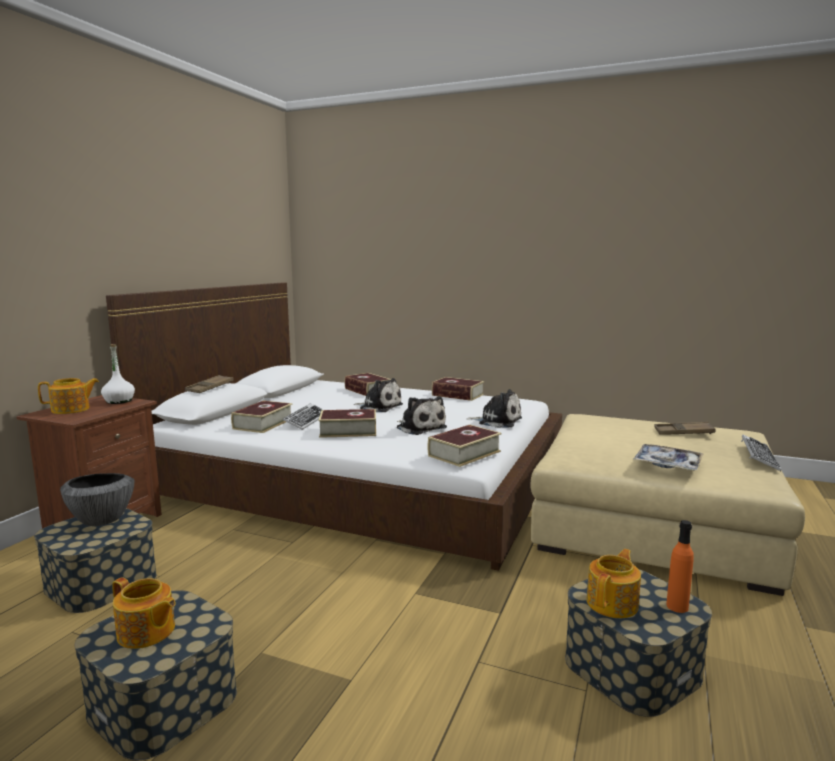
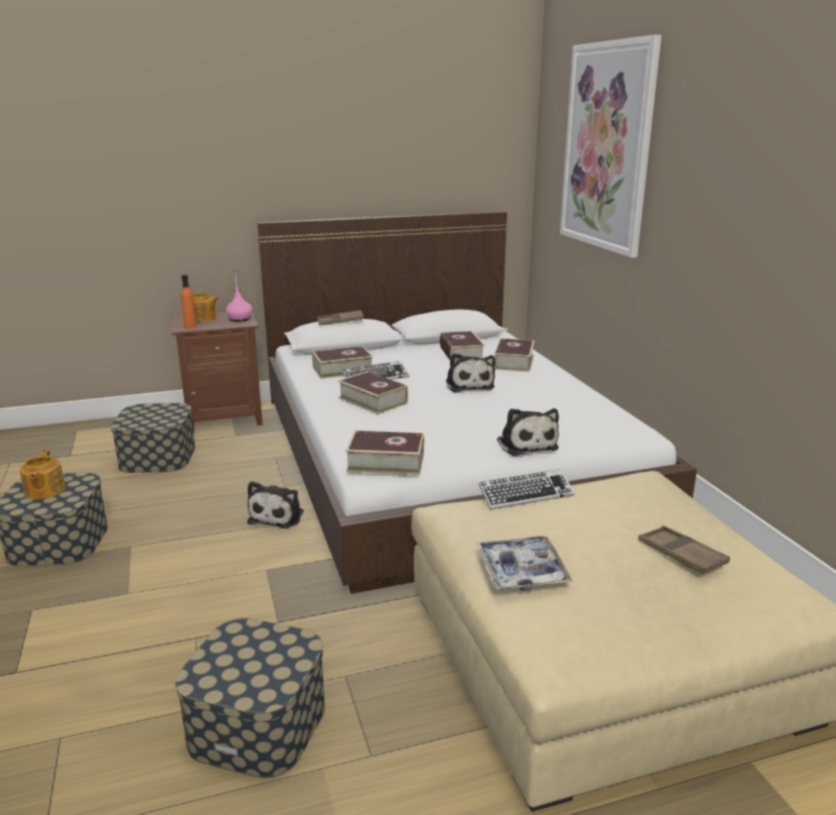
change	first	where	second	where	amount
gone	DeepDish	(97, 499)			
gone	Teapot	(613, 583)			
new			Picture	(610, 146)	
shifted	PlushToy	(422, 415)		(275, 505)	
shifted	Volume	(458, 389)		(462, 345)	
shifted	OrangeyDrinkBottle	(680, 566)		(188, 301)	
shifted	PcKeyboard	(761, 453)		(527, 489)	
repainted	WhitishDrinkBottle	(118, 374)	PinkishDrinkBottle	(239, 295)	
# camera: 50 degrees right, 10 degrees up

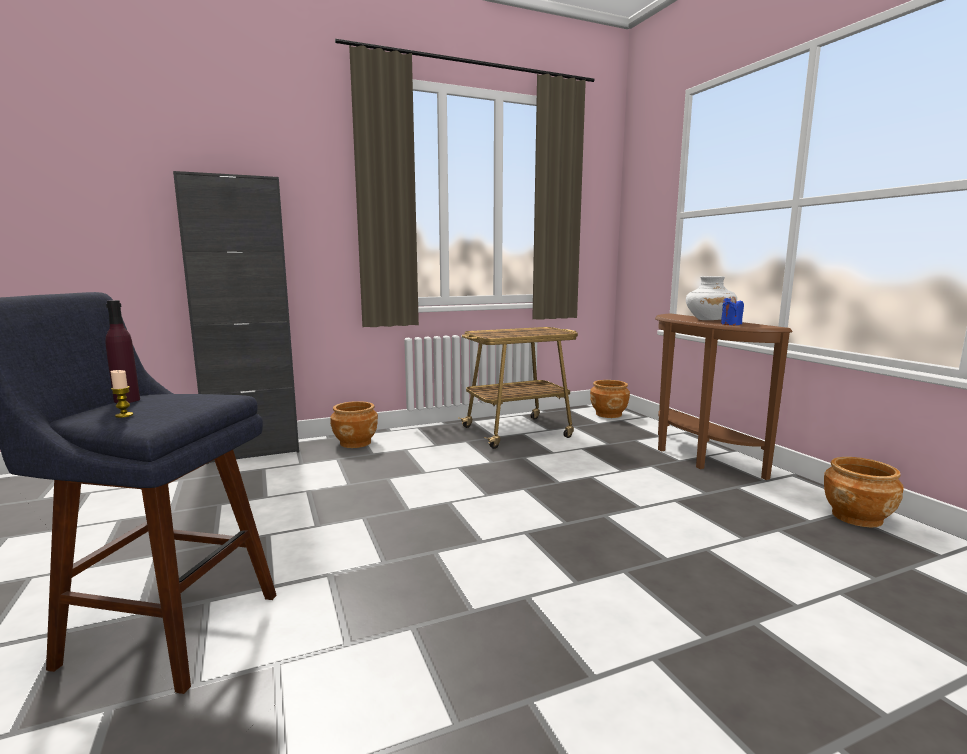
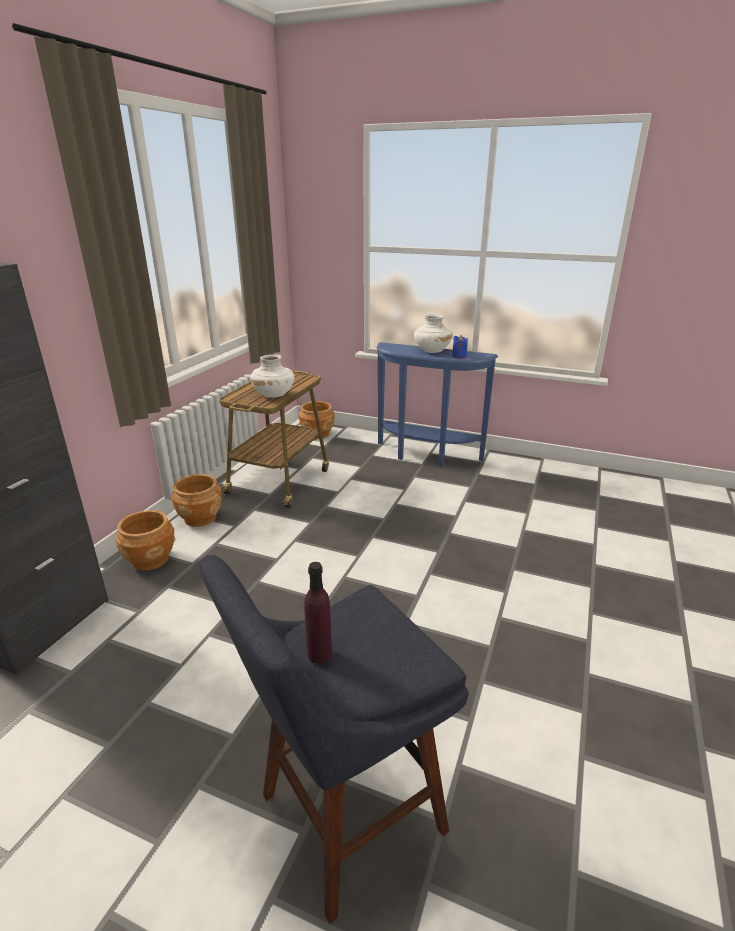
change	first	where	second	where	amount
gone	WaxLight	(122, 394)			
new			WhitishFlowerVase	(272, 376)	
shifted	BrownColouredPlantPot	(864, 492)		(196, 500)	
repainted	BrownColouredHallTable	(724, 396)	BluishHallTable	(437, 404)	
# camera: 45 degrees left, 15 degrees up

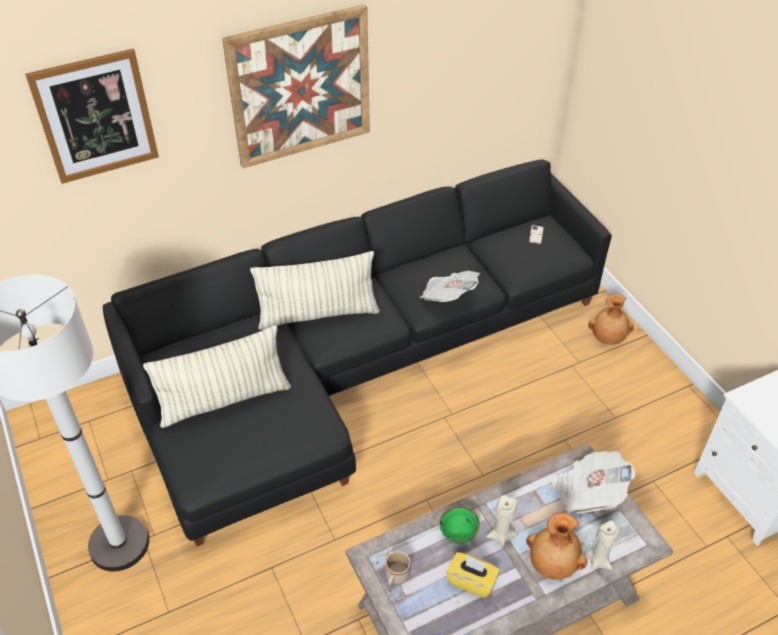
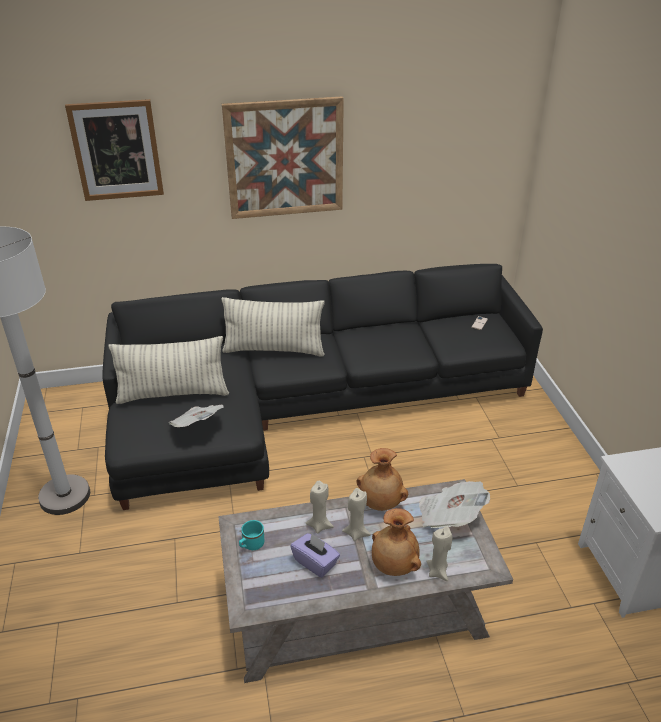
change	first	where	second	where	amount
shifted	DailyPaper	(450, 286)		(197, 415)	
shifted	BrownColouredFlowerVase	(611, 319)		(382, 479)	
swapped	GreenColouredDeepDish	(460, 525)	BeigeColouredWaxLight	(320, 507)	
repainted	BeigeColouredCoffeeMug	(398, 568)	BlueGreenCoffeeMug	(251, 535)	
repainted	YellowTissueHolder	(473, 575)	PurpleColouredTissueHolder	(315, 555)	
# camera: 15 degrees right, 10 degrees down

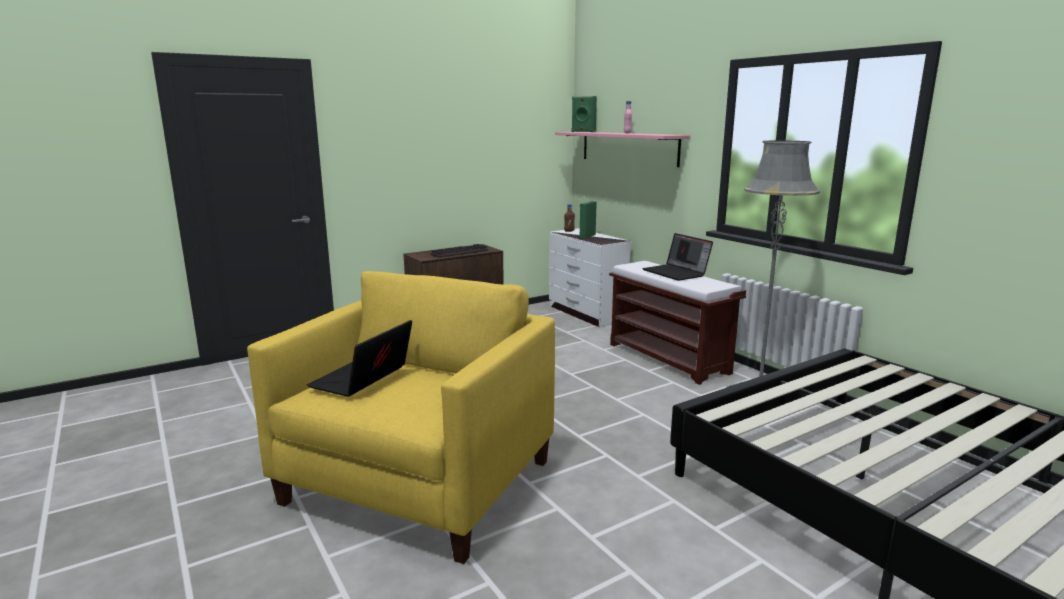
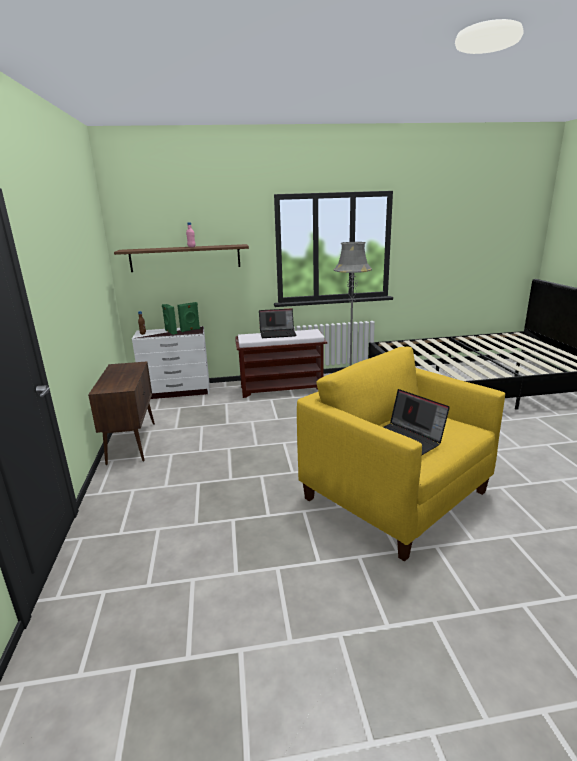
change	first	where	second	where	amount
gone	PcKeyboard	(459, 251)			
shifted	GreenColouredSpeaker	(584, 114)		(188, 317)	
repainted	PinkishWallShelf	(622, 149)	BrownColouredWallShelf	(181, 258)	
# camera: 65 degrees left, 5 degrees up

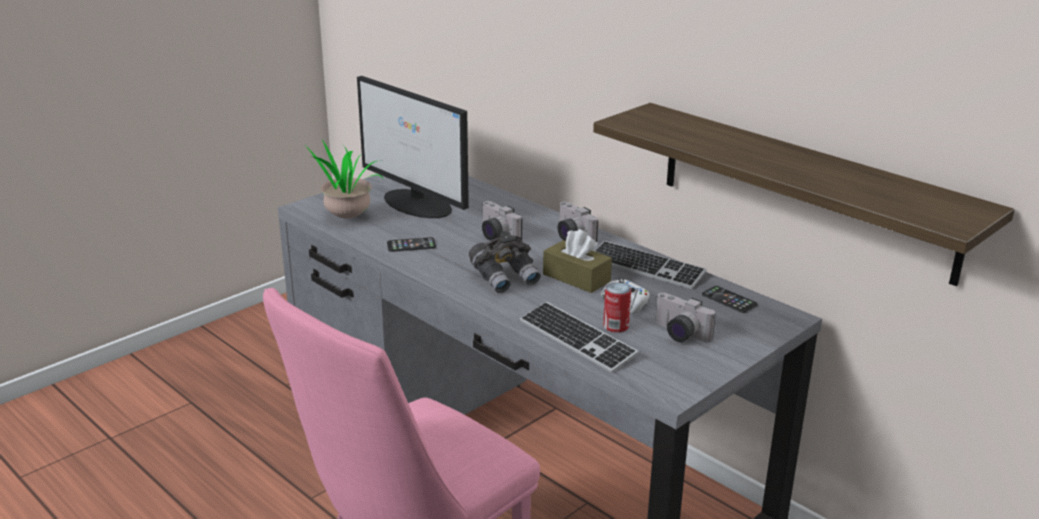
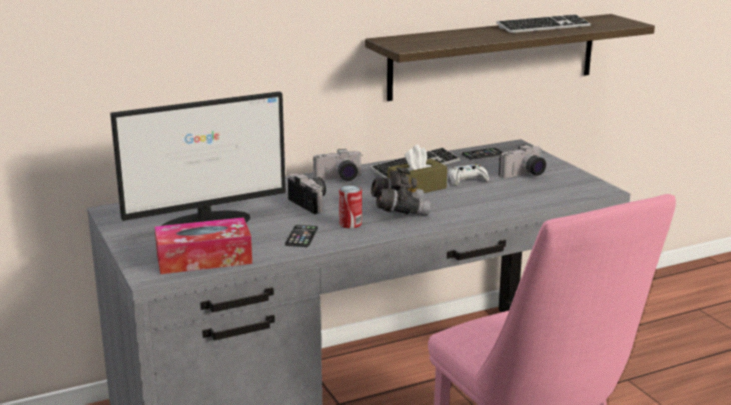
change	first	where	second	where	amount
shifted	PcKeyboard	(579, 337)		(543, 24)	
shifted	Can	(617, 307)		(350, 206)	
swapped	Houseplant	(338, 179)	TissueHolder	(203, 245)	
rotated	PhotoCamera	(502, 220)		(307, 194)	105 degrees counterclockwise
# camera: 70 degrees left, 5 degrees down

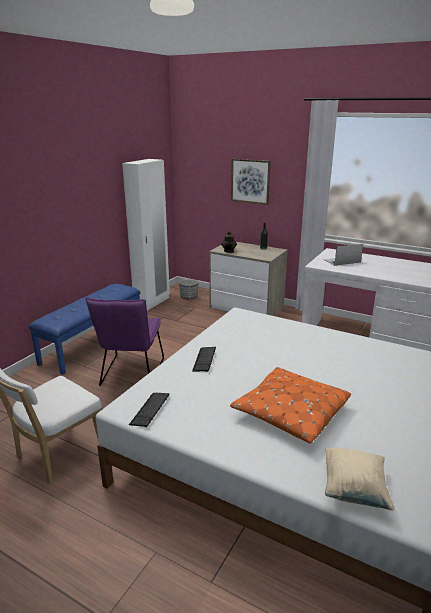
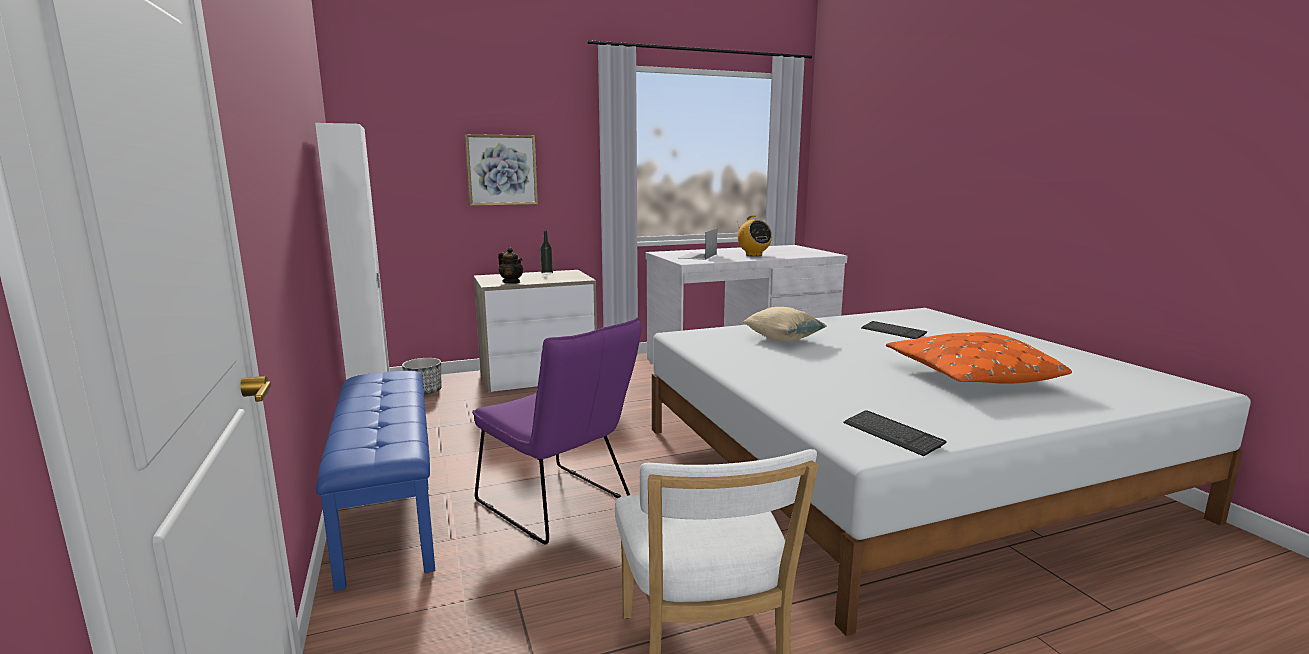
change	first	where	second	where	amount
new			Radio	(754, 236)	
shifted	PcKeyboard	(204, 359)		(894, 330)	
shifted	BeigeColouredCushion	(360, 479)		(785, 324)	
# camera: 50 degrees left, 10 degrees down

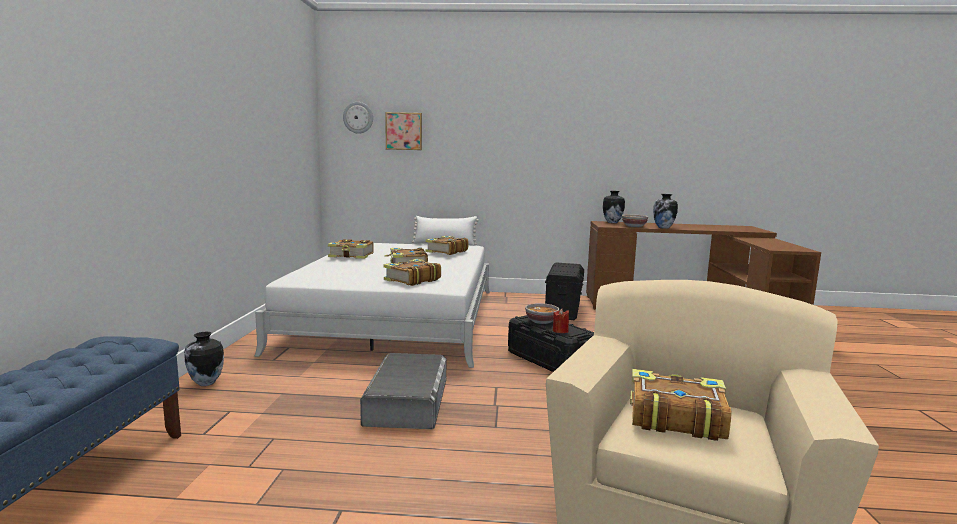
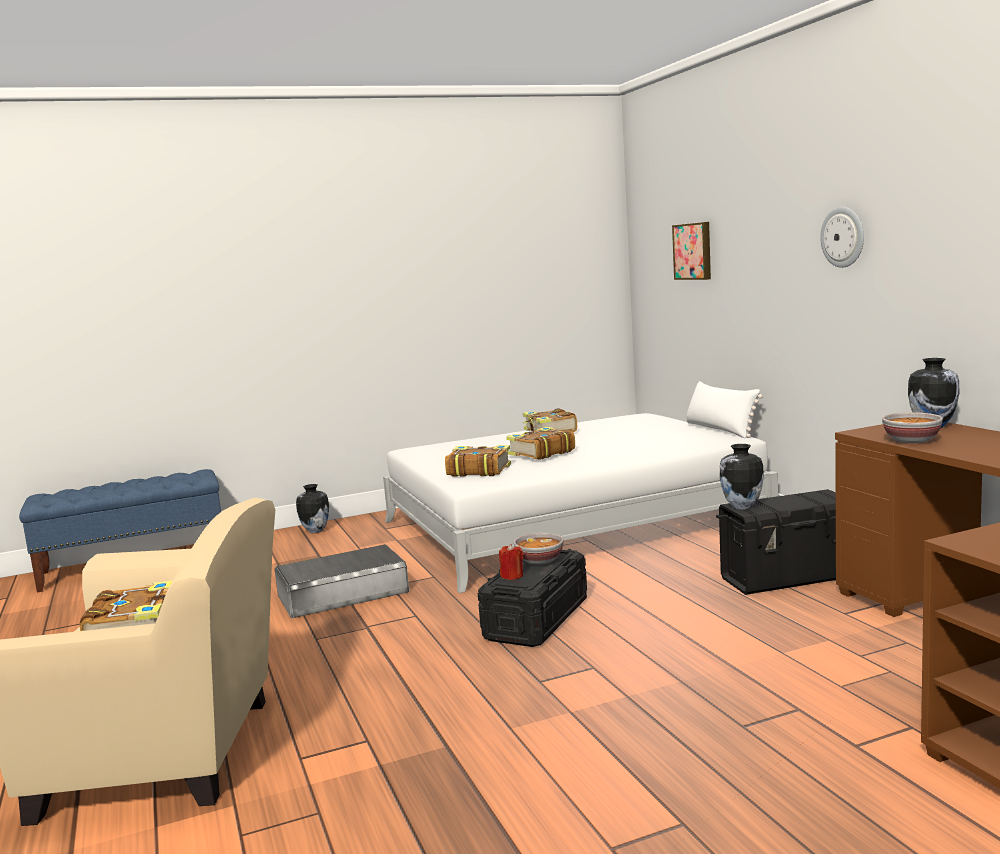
change	first	where	second	where	amount
gone	Volume	(447, 245)			
shifted	ClockOnTheWall	(358, 118)		(842, 237)	
shifted	FlowerVase	(665, 211)		(742, 477)	
# camera: 65 degrees right, 0 degrees up

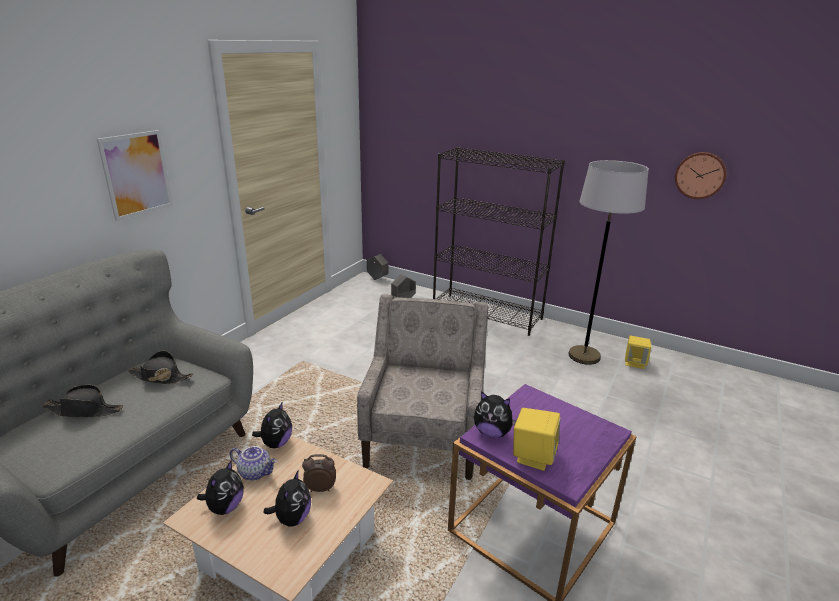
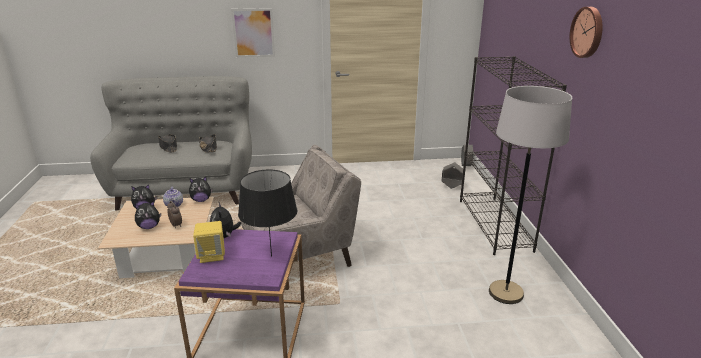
change	first	where	second	where	amount
gone	YellowSpeaker	(638, 352)			
new			BlackLampForATable	(267, 213)	
shifted	ClockOnTheWall	(701, 175)		(586, 32)	
# camera: 55 degrees right, 0 degrees up

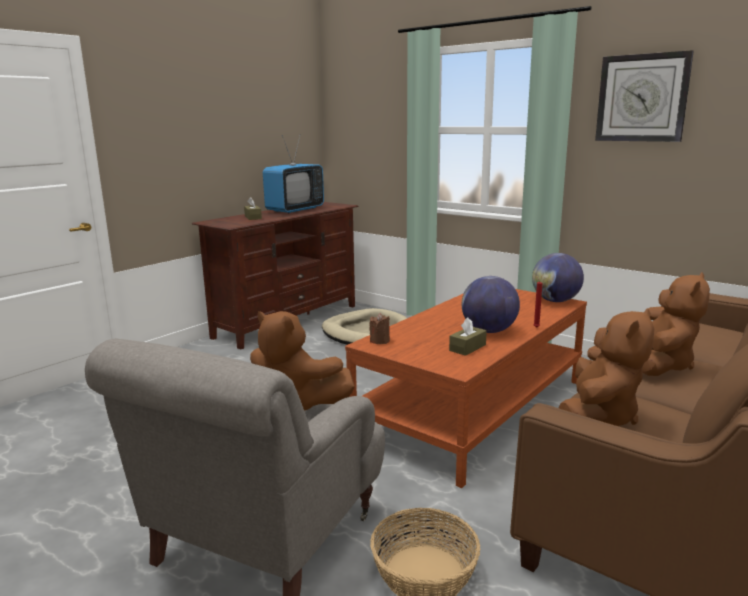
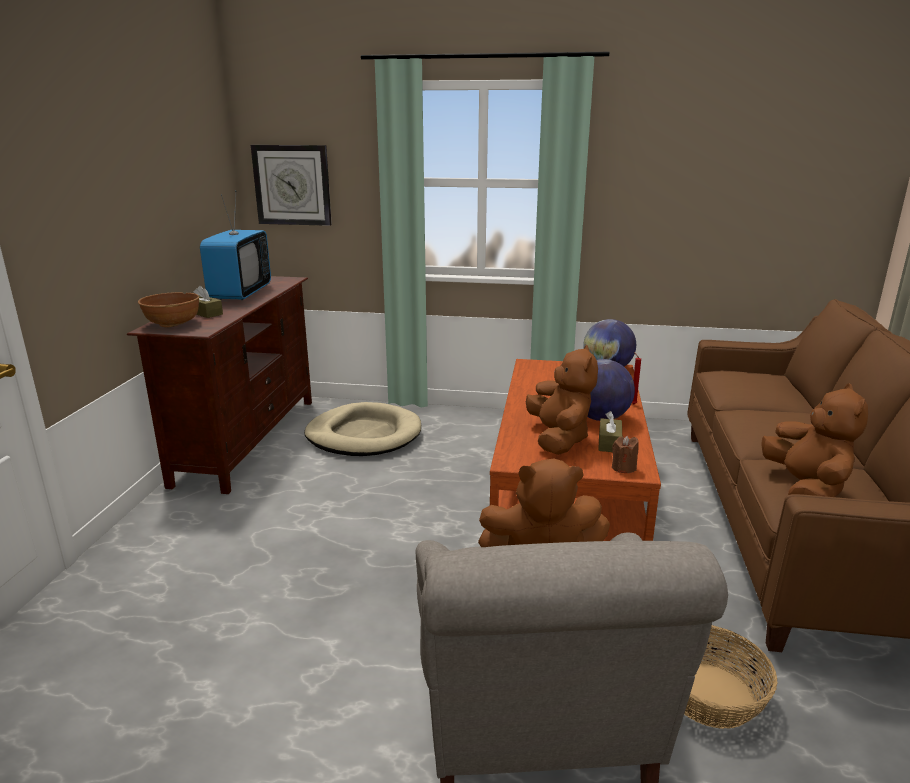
change	first	where	second	where	amount
new			BrownColouredDeepDish	(168, 309)	
shifted	BrownColouredWaxLight	(379, 328)		(625, 454)	
shifted	ClockOnTheWall	(644, 96)		(291, 185)	
shifted	BrownColouredPlushToy	(676, 324)		(562, 400)	
# camera: 30 degrees left, 5 degrees up

